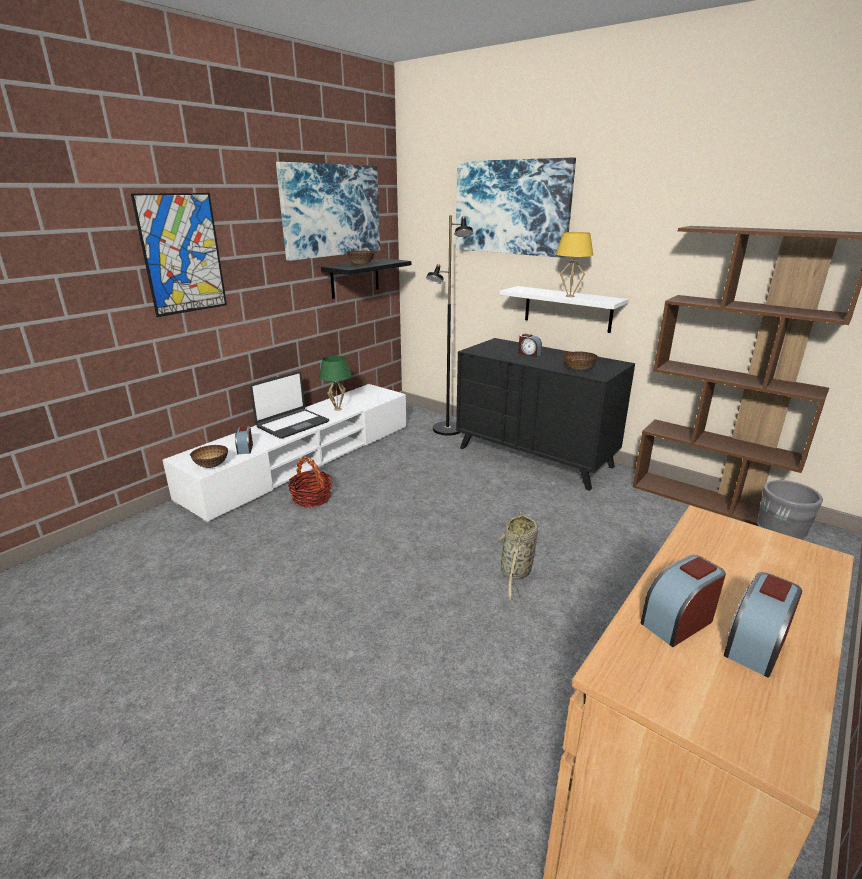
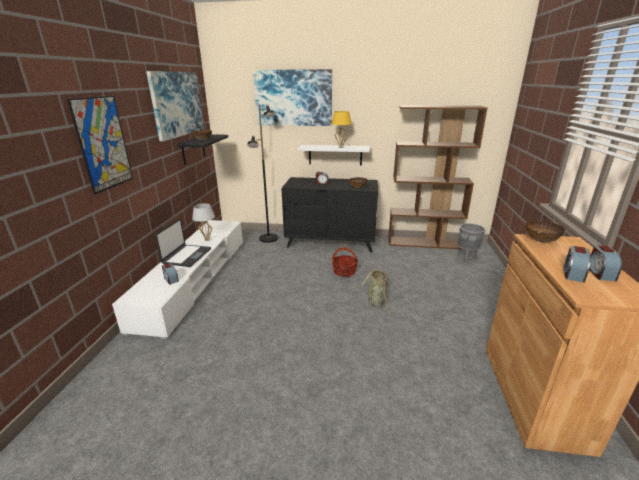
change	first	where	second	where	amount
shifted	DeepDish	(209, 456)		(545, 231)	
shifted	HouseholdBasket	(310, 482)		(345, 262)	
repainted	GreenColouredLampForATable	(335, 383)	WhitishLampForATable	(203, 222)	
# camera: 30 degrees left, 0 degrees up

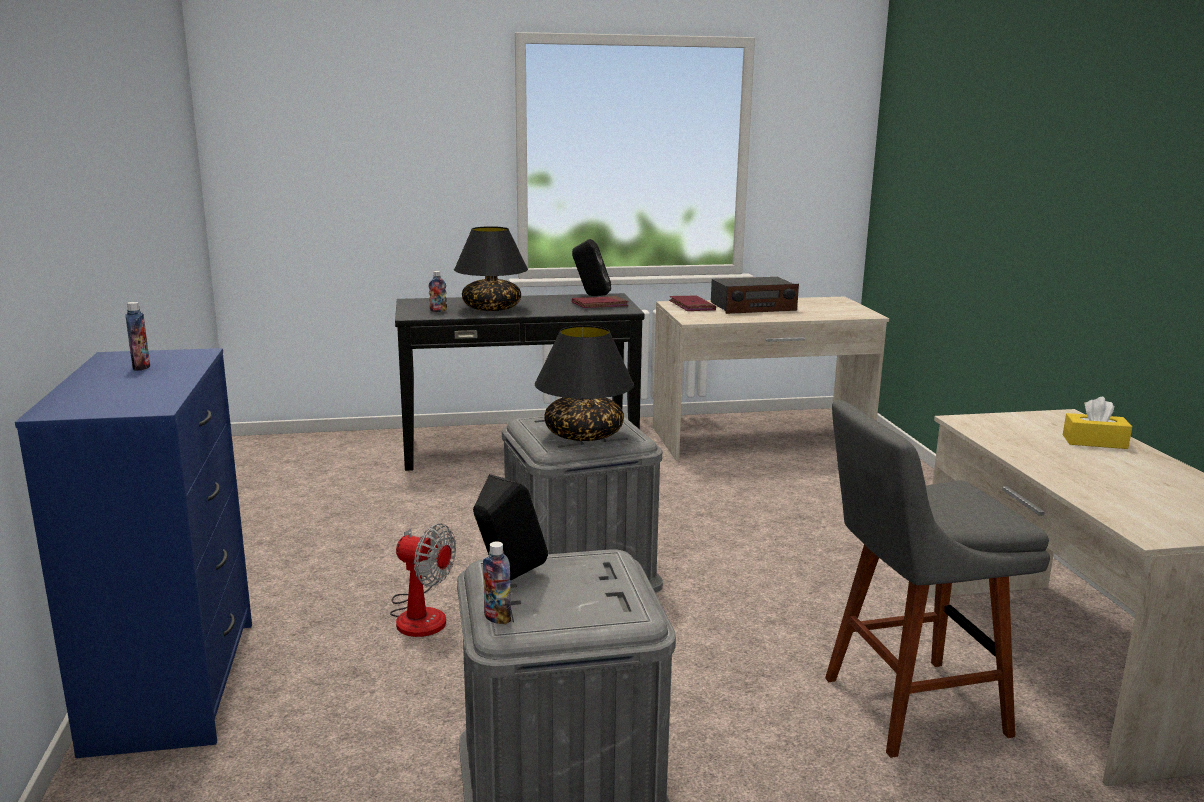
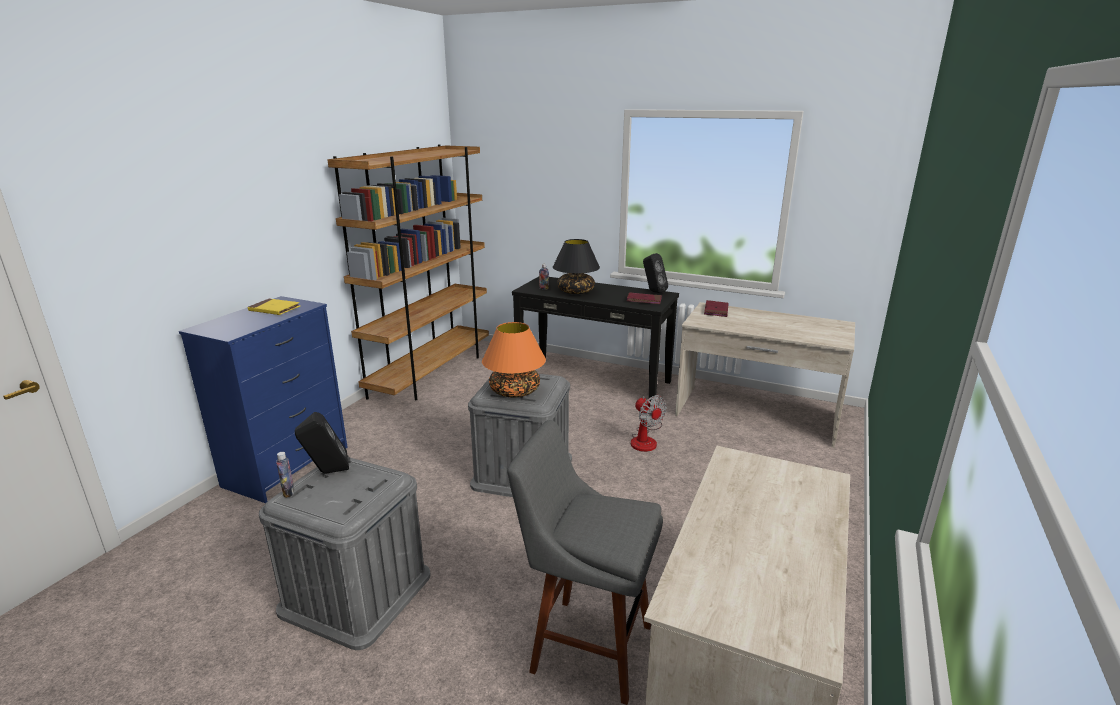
change	first	where	second	where	amount
gone	Radio	(755, 295)			
gone	YellowTissueHolder	(1097, 423)			
new			BrownColouredBookcase	(408, 272)	
shifted	ElectricFan	(423, 580)		(649, 423)	
swapped	DrinkBottle	(137, 336)	YellowVolume	(274, 307)	
repainted	BlackLampForATable	(584, 383)	OrangeyLampForATable	(514, 359)	
# camera: 35 degrees right, 5 degrees up

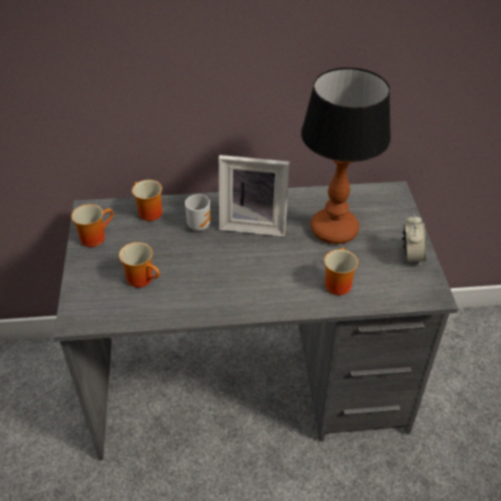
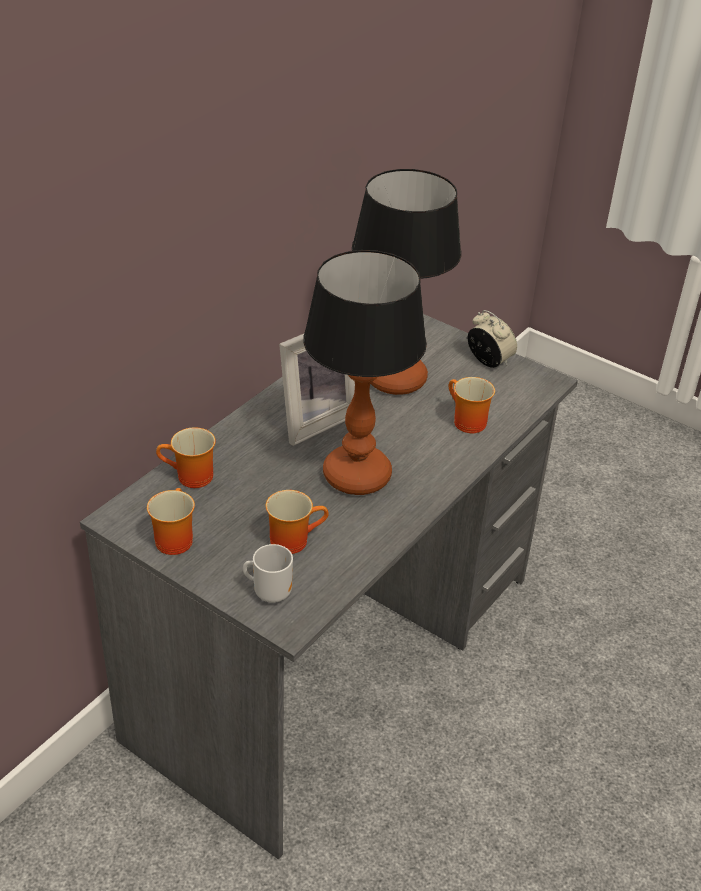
change	first	where	second	where	amount
new			LampForATable	(365, 372)	
shifted	CoffeeMug	(198, 212)		(268, 573)	
# camera: 50 degrees left, 5 degrees down

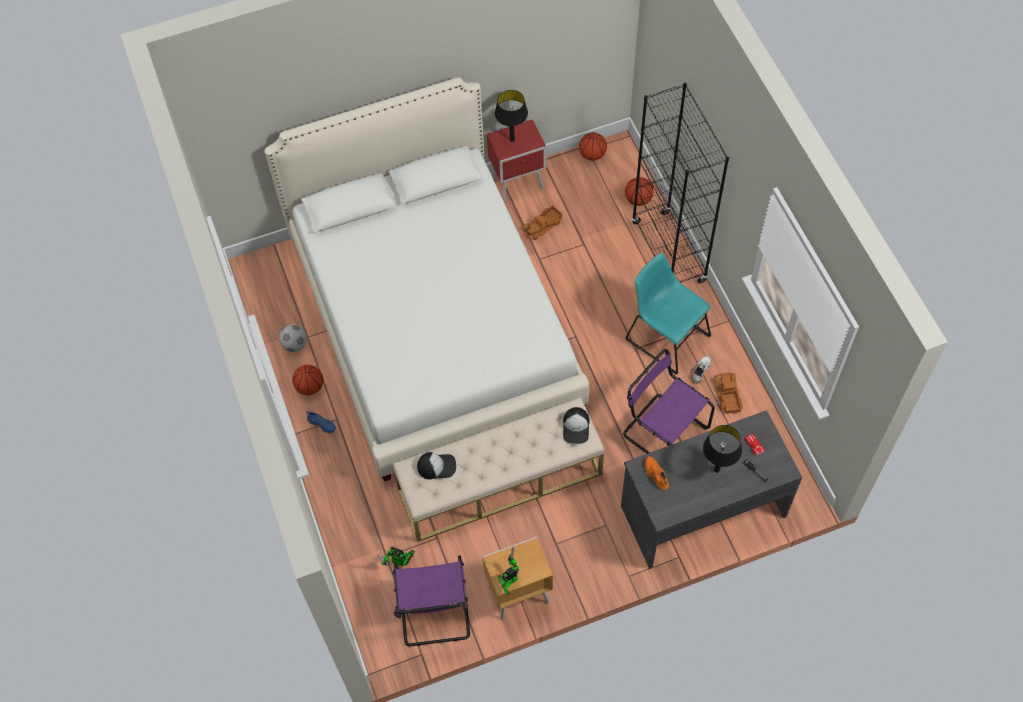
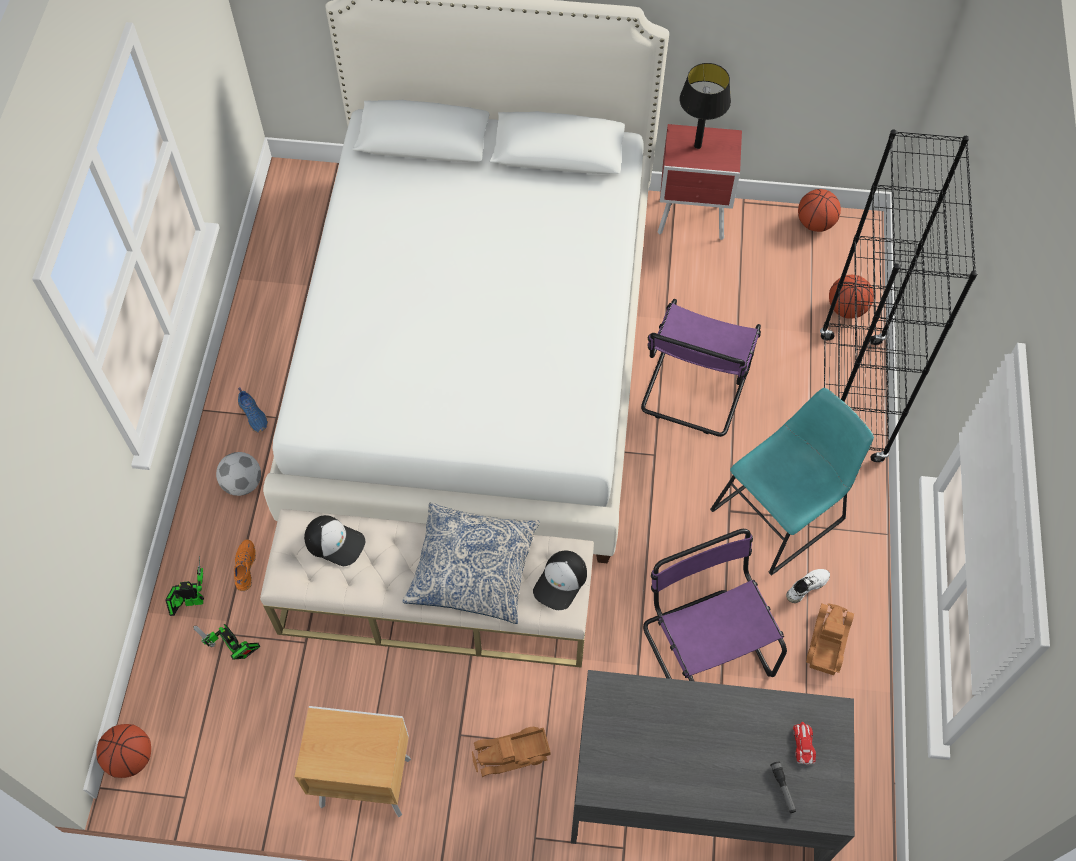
change	first	where	second	where	amount
gone	BlackLampForATable	(722, 449)			
new			Cushion	(470, 563)	
shifted	Football	(293, 338)		(238, 474)	
shifted	BasketballBall	(307, 380)		(123, 751)	
shifted	PurpleColouredPlainChair	(431, 600)		(701, 368)	
shifted	RobotFigure	(508, 571)		(184, 586)	
shifted	ModelTruck	(542, 222)		(511, 752)	
shifted	OrangeyItemOfFootwear	(657, 473)		(245, 565)	
rotated	BlueGreenPlainChair	(668, 313)		(792, 481)	75 degrees clockwise
# camera: 25 degrees right, 0 degrees up

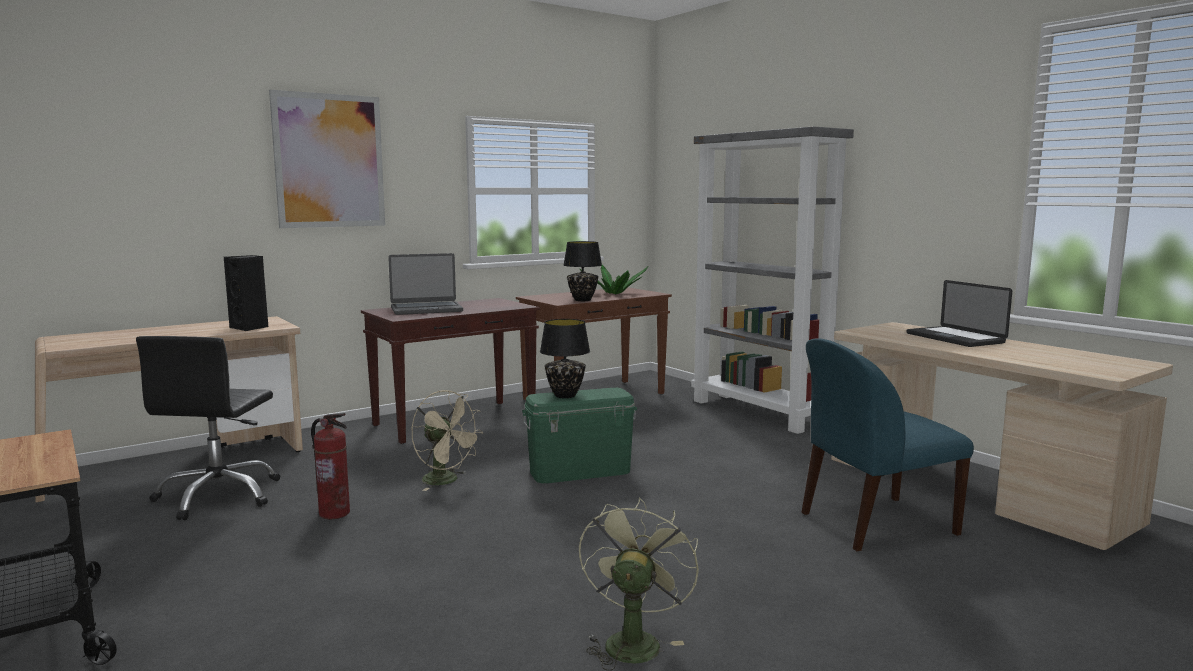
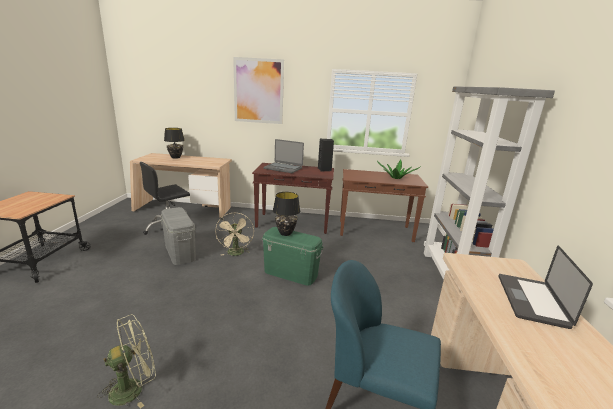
change	first	where	second	where	amount
shifted	BlackSpeaker	(246, 293)		(326, 155)	
shifted	BlackLampForATable	(582, 271)		(174, 143)	
swapped	Extinguisher	(330, 466)	GreyStorageContainer	(178, 236)	
# camera: 40 degrees right, 10 degrees up

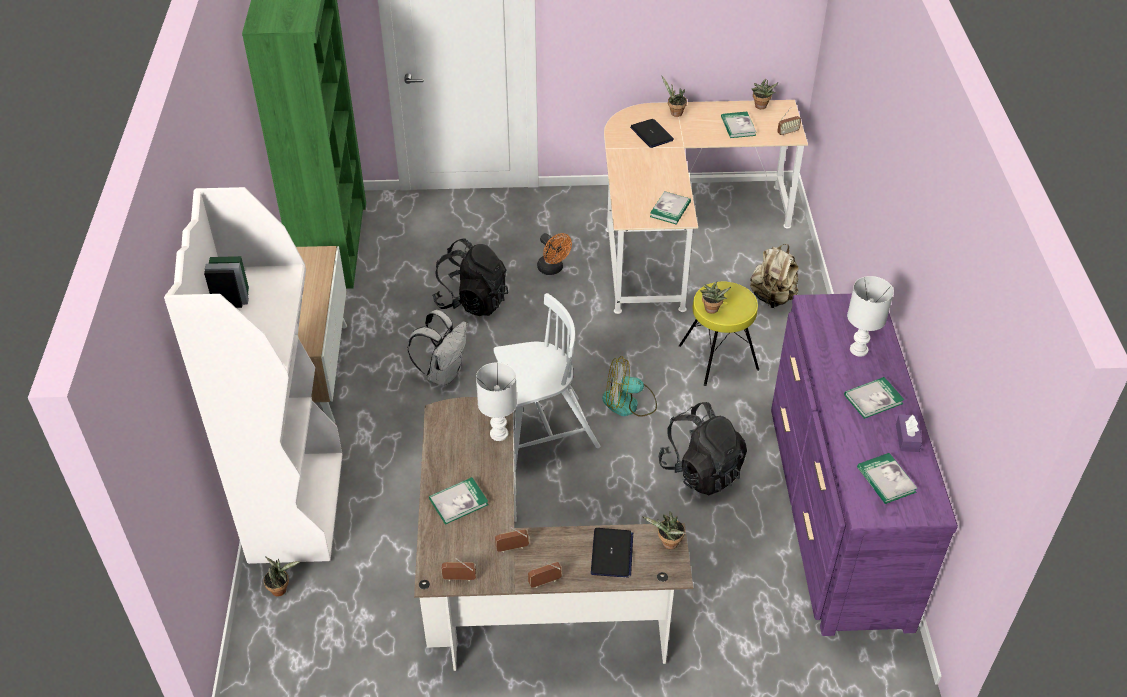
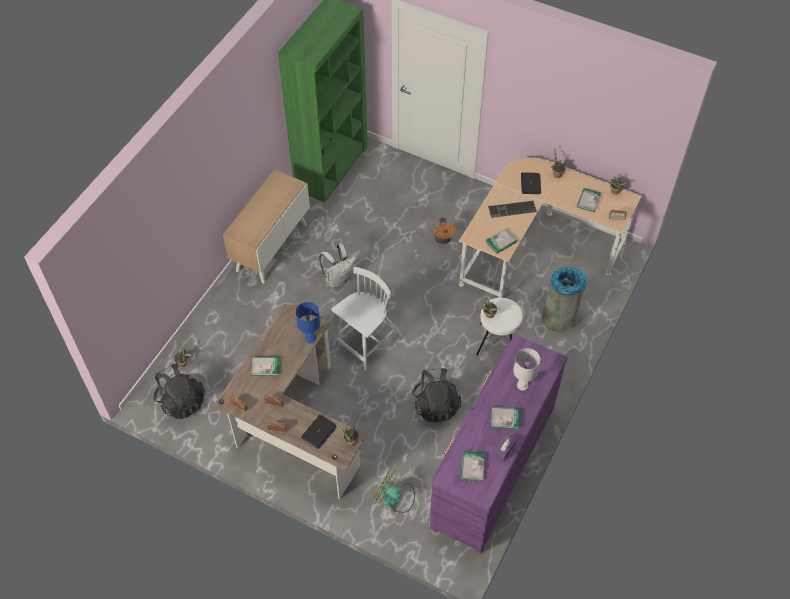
change	first	where	second	where	amount
gone	WhitishBookcase	(253, 375)			
new			PcKeyboard	(512, 209)	
shifted	BlackRucksack	(470, 277)		(179, 391)	
shifted	ElectricFan	(629, 386)		(394, 491)	
swapped	BeigeColouredRucksack	(774, 276)	GreyTrashCan	(565, 299)	
repainted	WhitishLampForATable	(496, 401)	BluishLampForATable	(308, 322)	
repainted	YellowStoolSeat	(719, 334)	WhitishStoolSeat	(499, 327)	
rotated	WhitishPlainChair	(546, 381)		(367, 319)	60 degrees counterclockwise
# camera: 30 degrees right, 10 degrees up

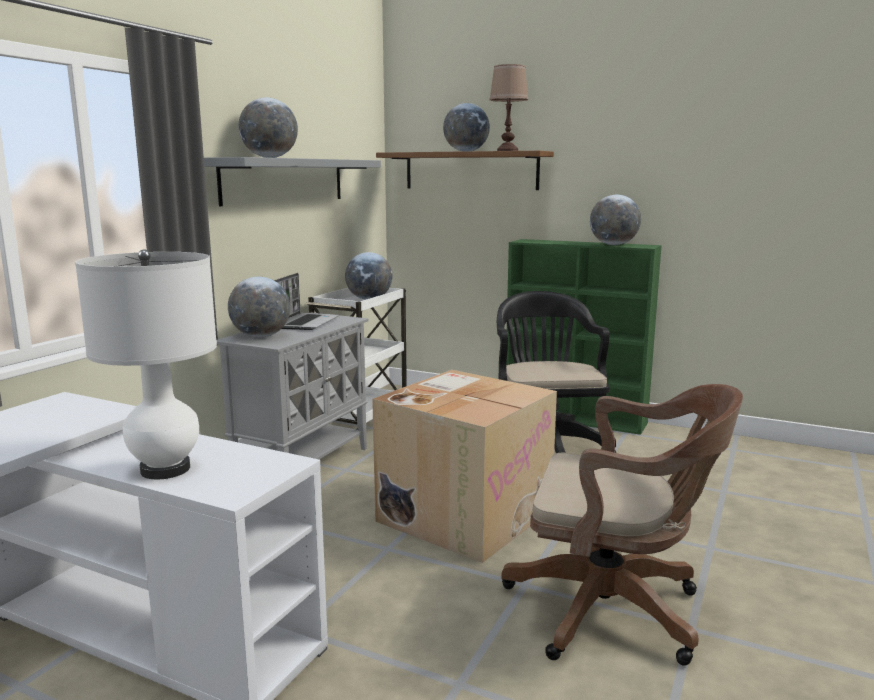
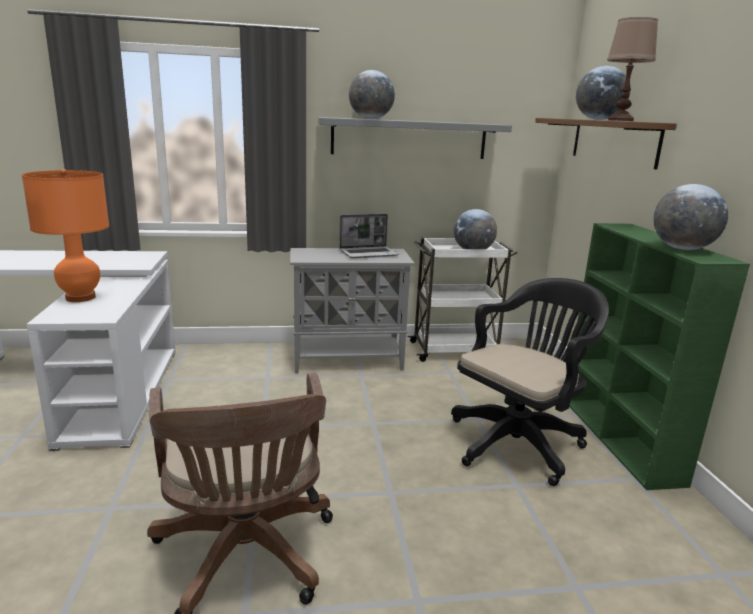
change	first	where	second	where	amount
gone	WorldGlobe	(259, 307)			
gone	Carton	(464, 466)			
repainted	WhitishLampForATable	(146, 365)	OrangeyLampForATable	(65, 235)	
# camera: 55 degrees right, 5 degrees up

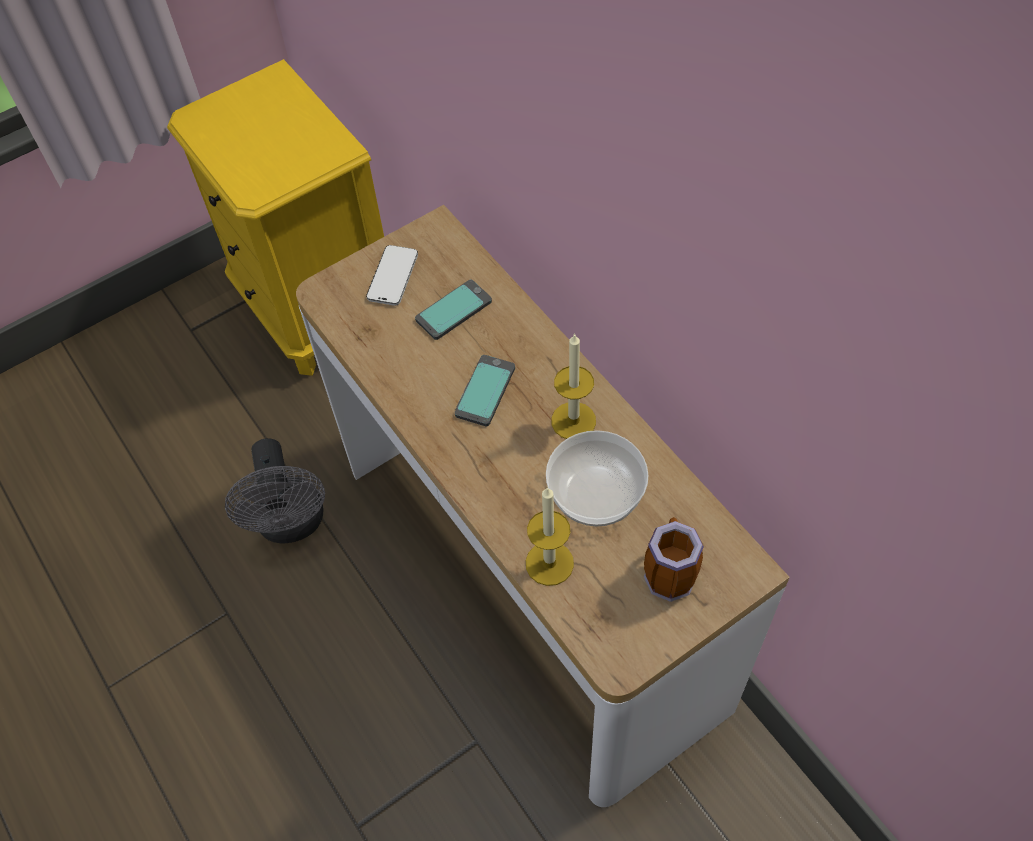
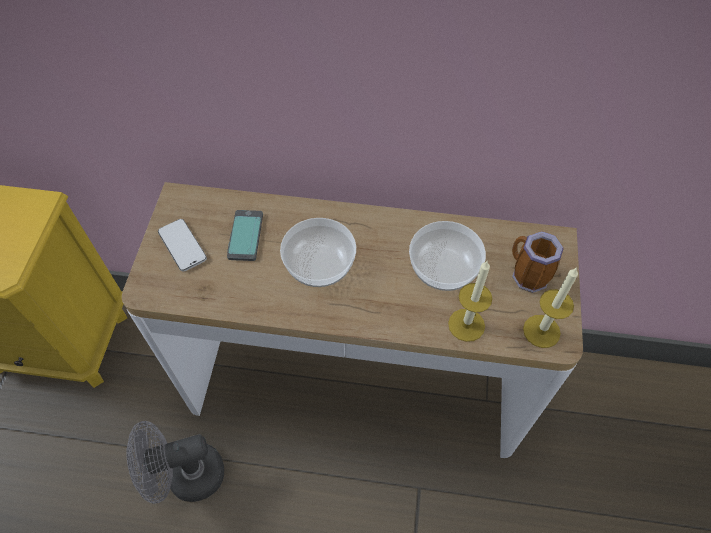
change	first	where	second	where	amount
shifted	WaxLight	(573, 386)		(550, 307)	
swapped	Telephone	(485, 390)	DeepDish	(318, 252)	
rotated	GreyElectricFan	(275, 491)		(175, 462)	135 degrees clockwise
# camera: 50 degrees left, 0 degrees up

